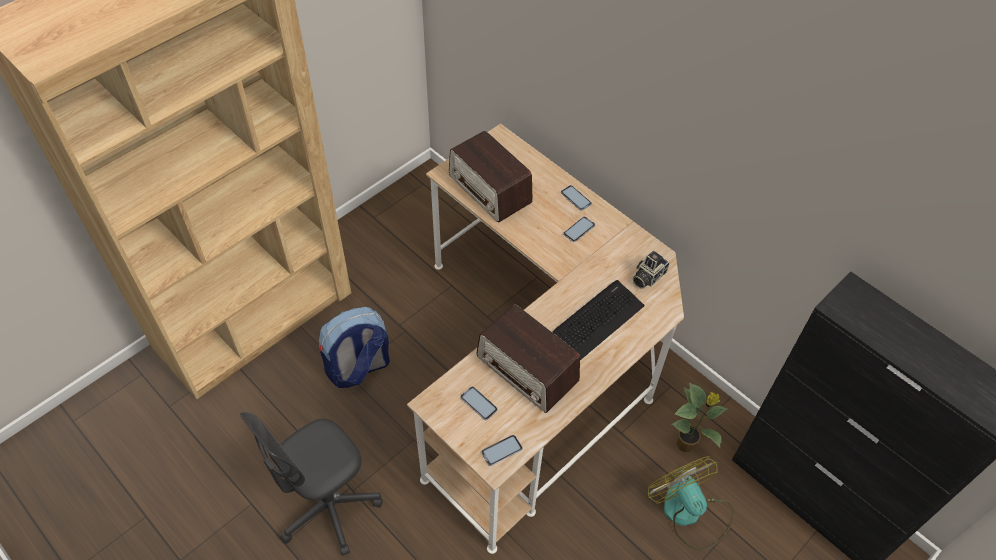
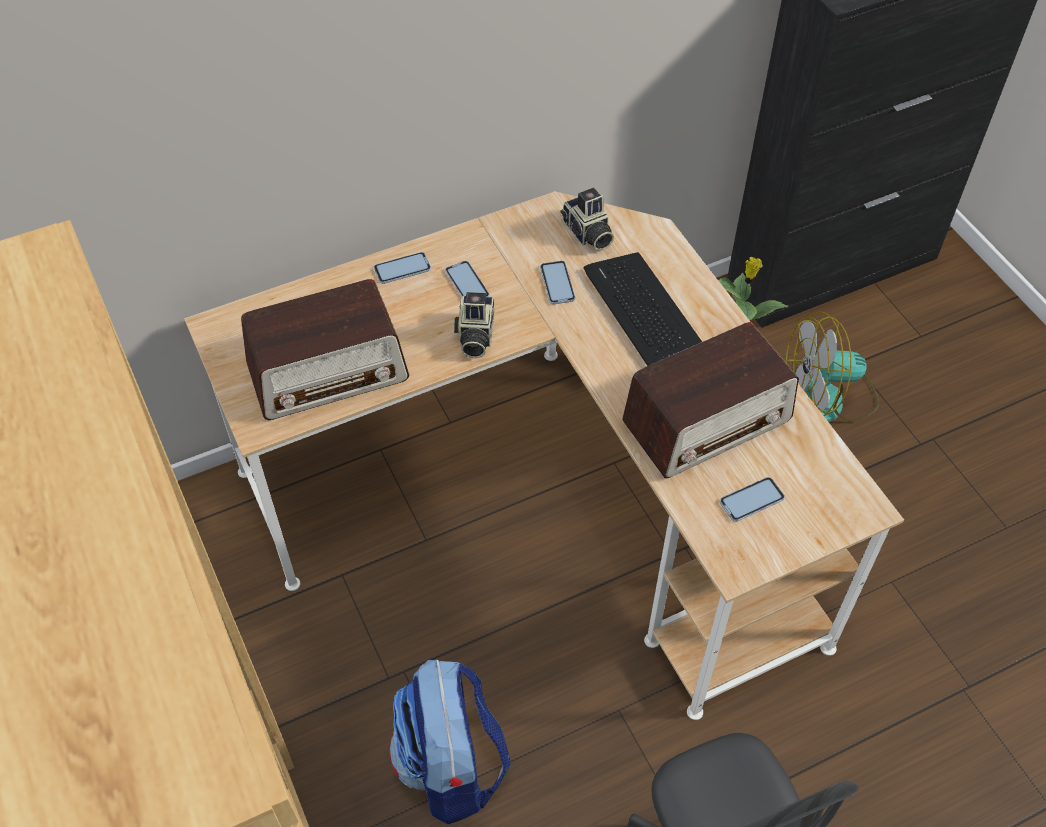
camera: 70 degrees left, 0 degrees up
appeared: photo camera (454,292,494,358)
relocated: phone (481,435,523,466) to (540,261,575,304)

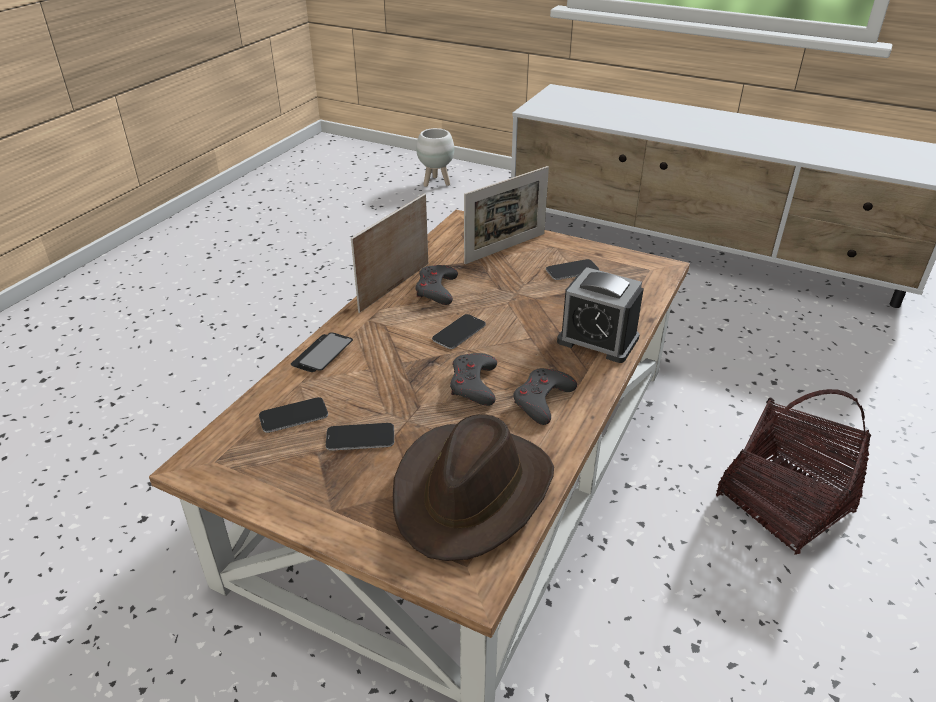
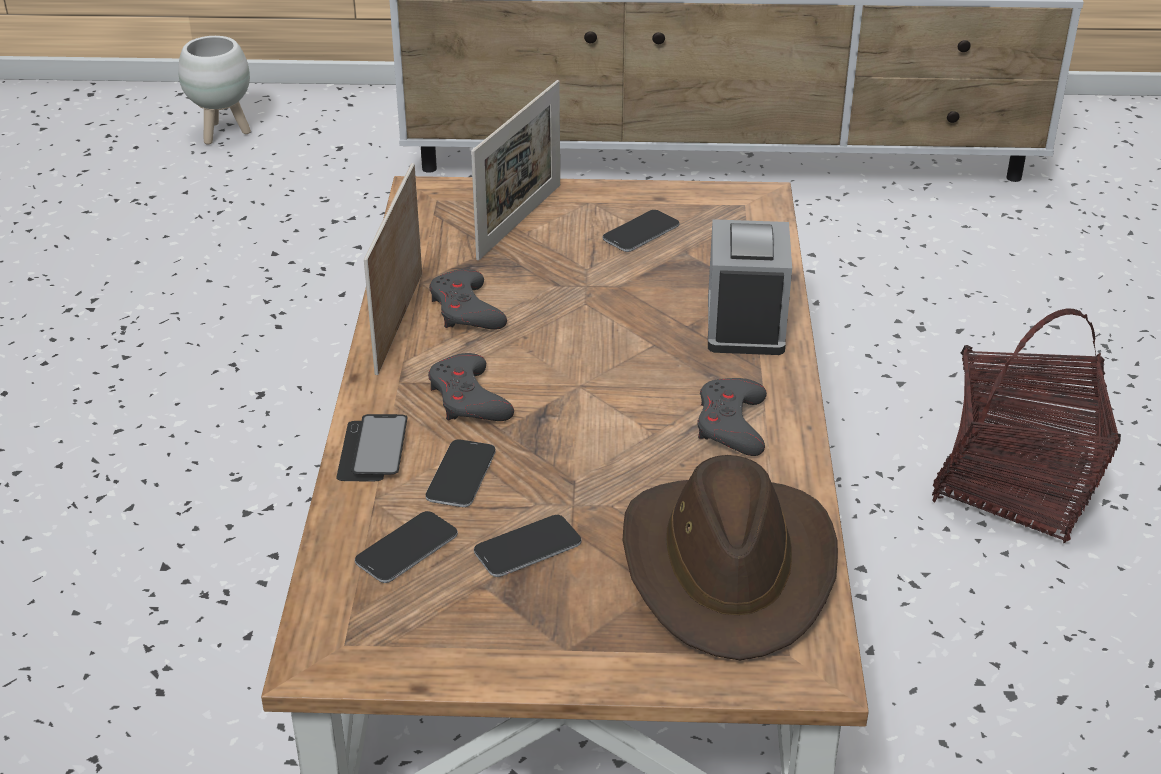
camera: 25 degrees left, 0 degrees up
relocated: phone (432,314,486,349) to (425,440,496,507); grey game controller (450,353,497,406) to (428,353,514,421)
spun: alarm clock (557,267,644,363) = (708,219,792,355) 90 degrees clockwise

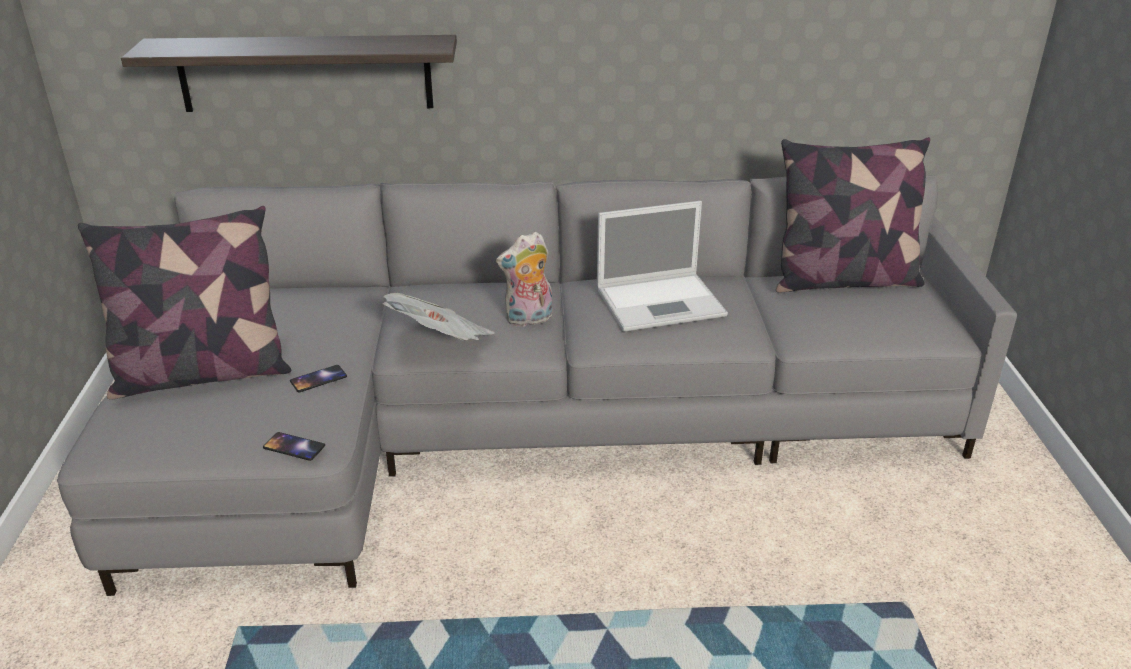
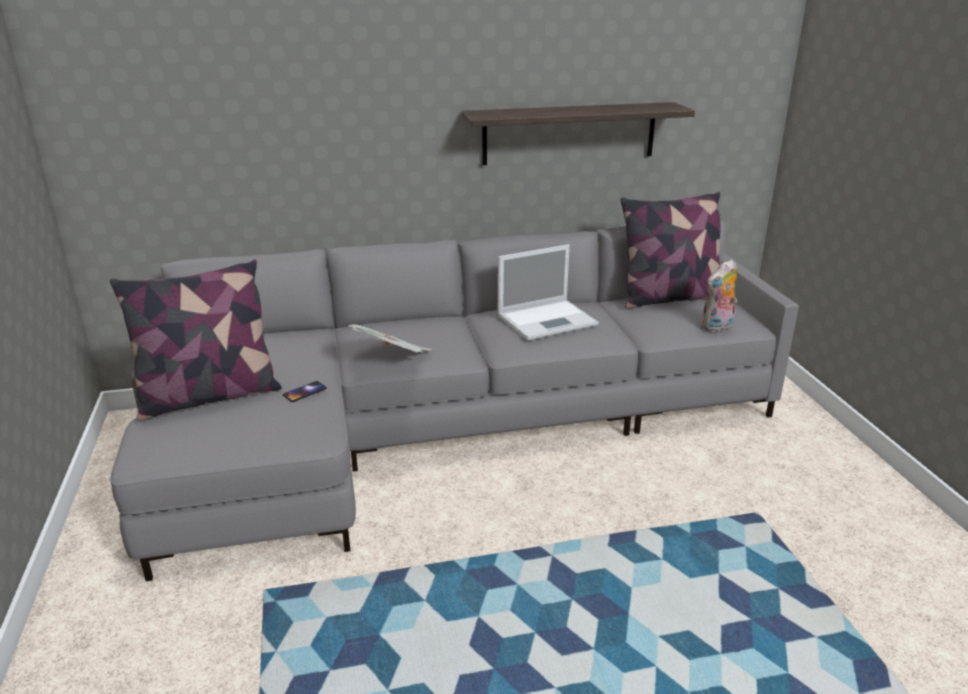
camera: 10 degrees left, 5 degrees down
missing: phone (263,432,325,461)
relocated: shelf (121,35,457,112) to (462,102,695,165); plush toy (496,231,552,327) to (701,259,737,331)

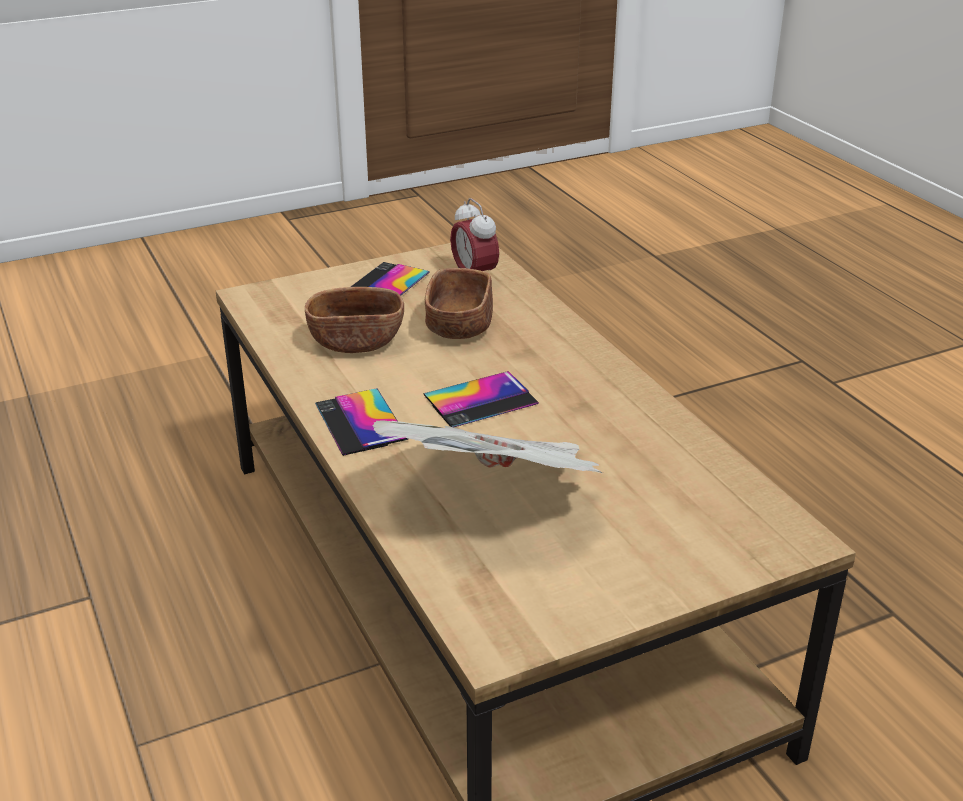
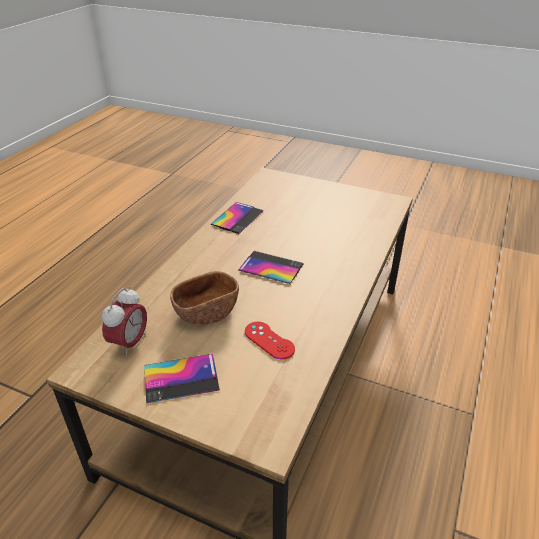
camera: 130 degrees left, 5 degrees up
missing: newspaper (372,421,603,473)
relocated: phone (315,388,408,456) to (211,202,263,234)
exchanged: brown bowl (305,287,404,353) to red game controller (245,322,295,359)

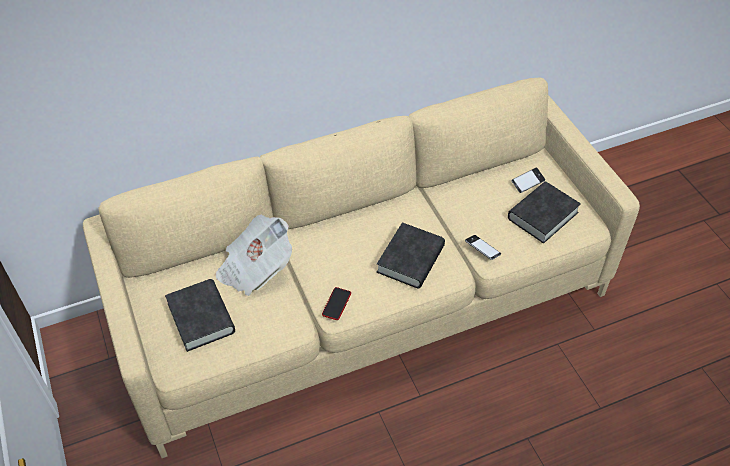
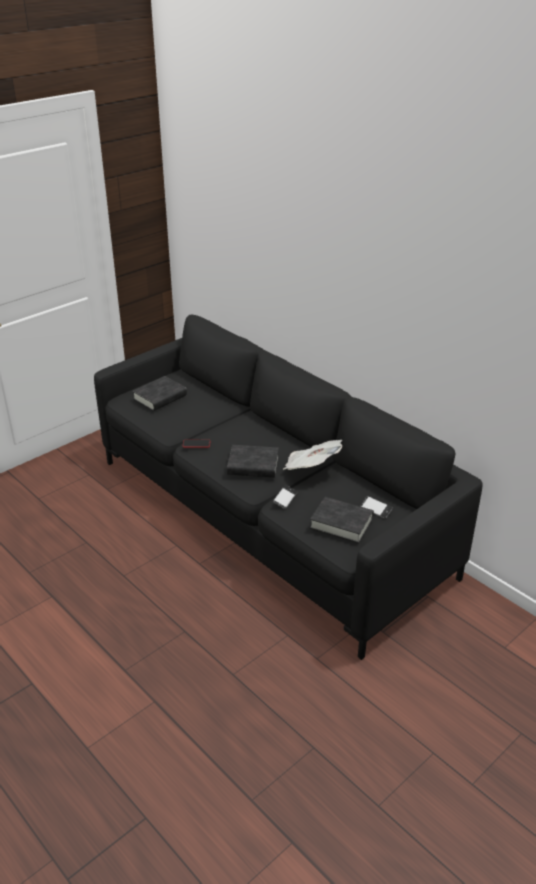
camera: 70 degrees right, 15 degrees down
relocated: newspaper (215,215,292,296) to (283,440,342,470)
colour: beige sofa (83,77,640,458) to black sofa (94,314,483,660)

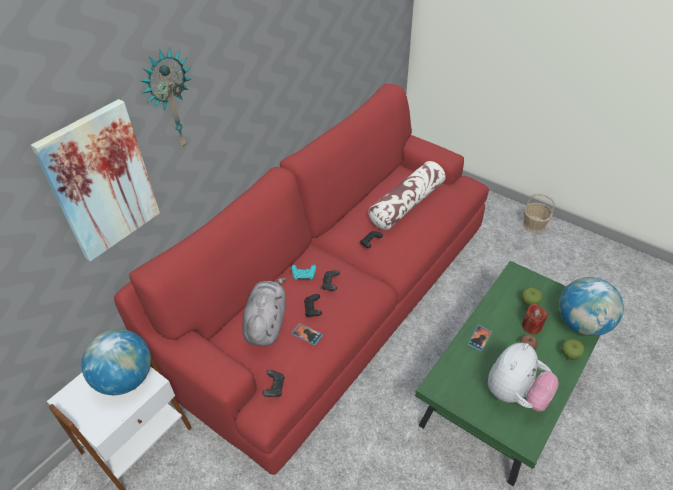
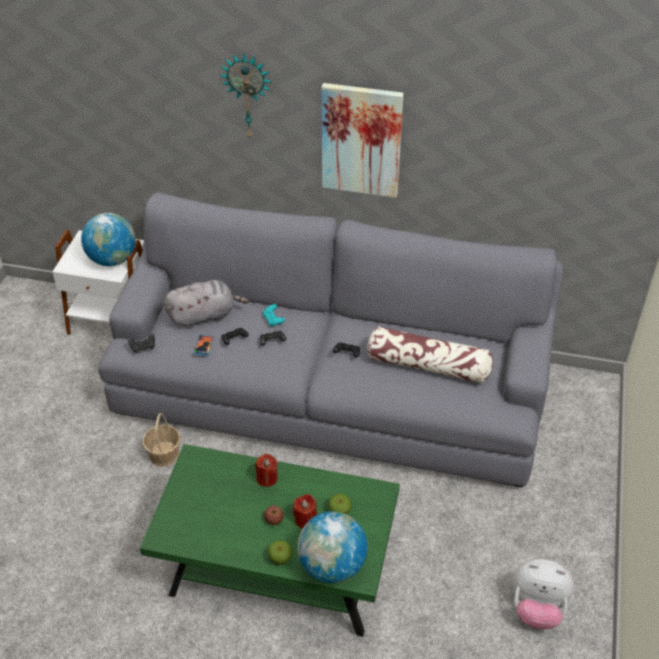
camera: 65 degrees right, 0 degrees up
relocated: basket (523,193,555,233) to (143,413,181,467); picture (31,99,160,261) to (322,83,404,198); plush toy (488,343,559,412) to (512,559,574,629)
exchanged: phone (467,325,492,352) to red candle (255,454,278,487)
colour: red sofa (114,84,489,475) to grey sofa (98,192,563,487)

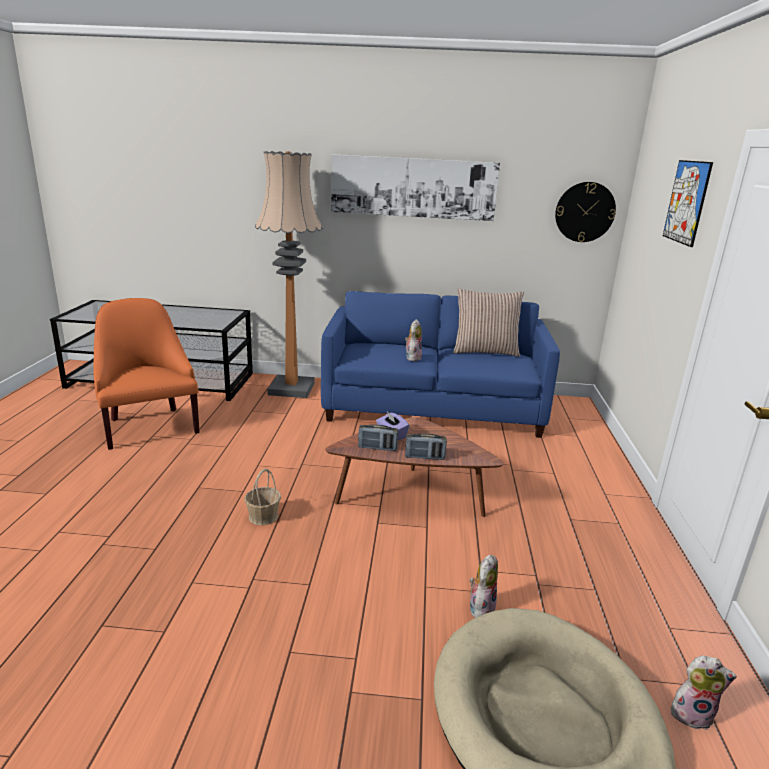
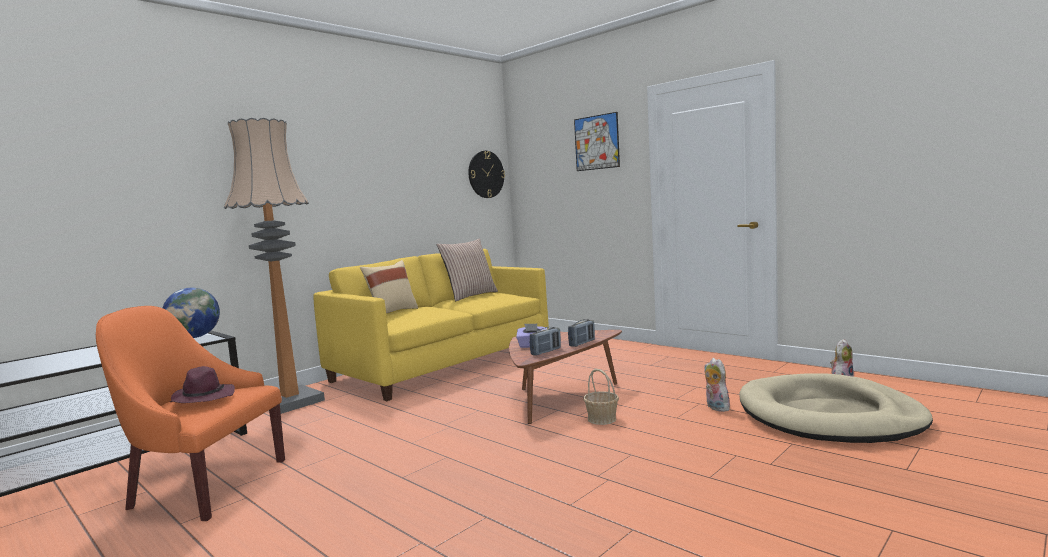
camera: 50 degrees left, 15 degrees down
missing: picture (331,154,500,221); plush toy (405,319,422,361)
appeared: globe (163,288,220,338); purple hat (170,366,235,403); beige pillow (360,260,418,313)
relocated: basket (244,468,281,525) to (583,369,619,425)
colour: blue sofa (321,291,560,438) to yellow sofa (314,249,549,401)

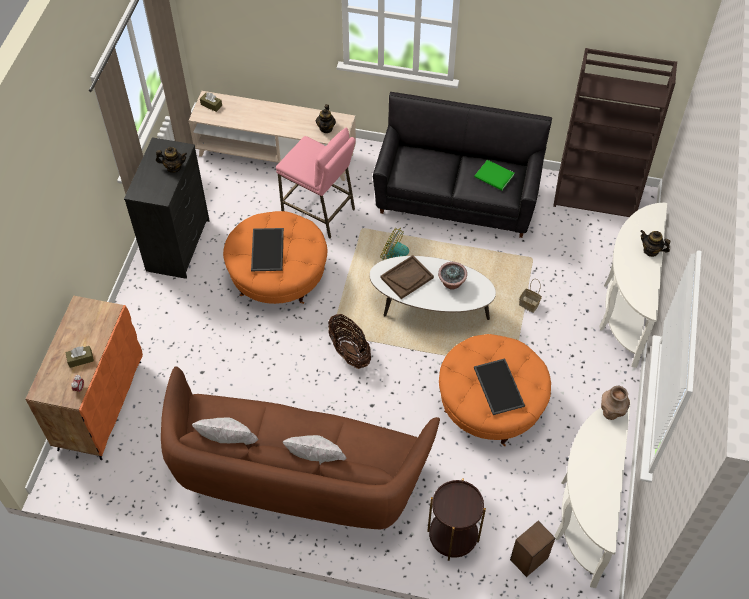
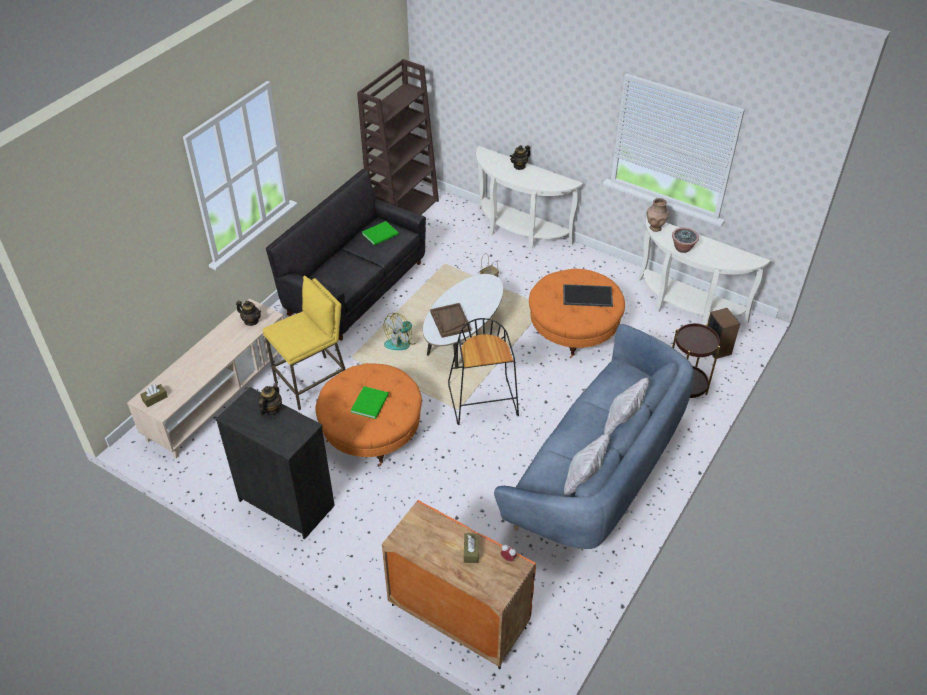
camera: 70 degrees left, 10 degrees down
relocated: potted plant (438,262,467,290) to (672,227,699,253)
exchanged: tray (251,228,284,271) to green book (351,386,389,419); basket (328,314,371,369) to black stool (448,318,519,425)
colour: pink stool (276,128,356,238) to yellow stool (263,276,346,410); brown sofa (161,366,440,529) to blue sofa (494,324,694,549)

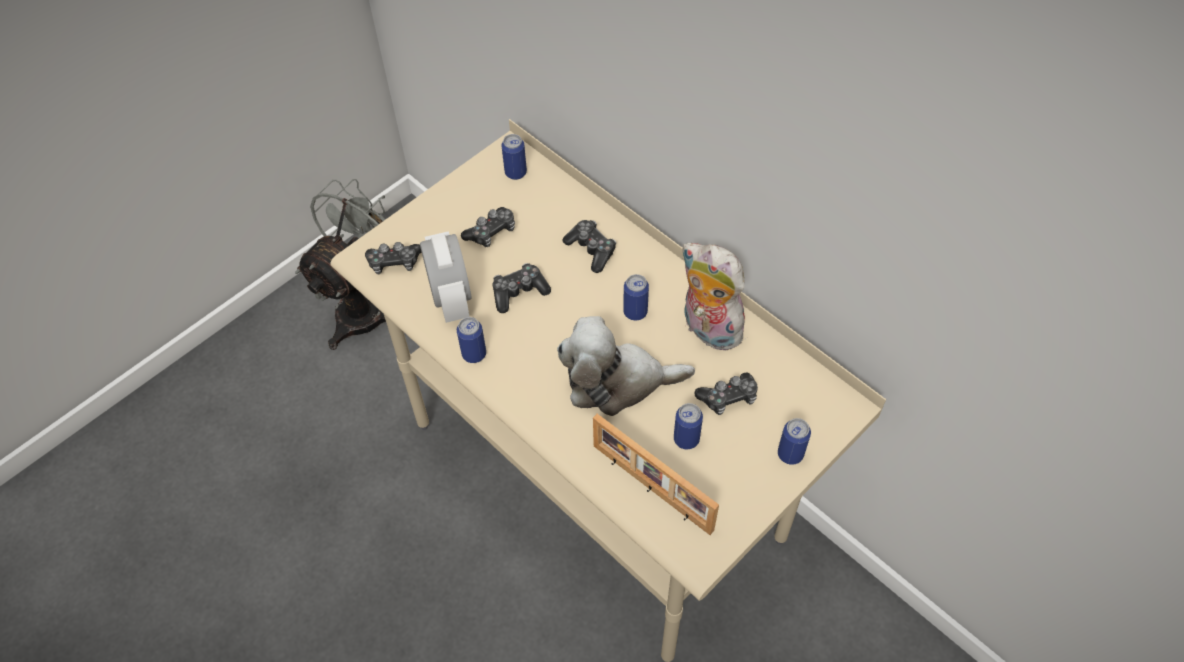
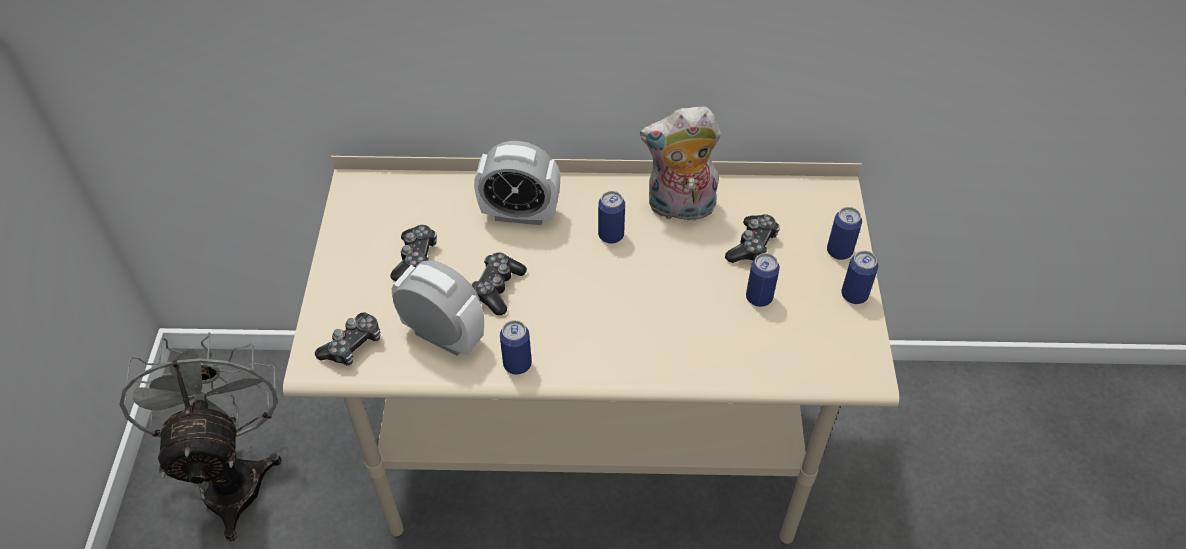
camera: 45 degrees left, 5 degrees down
missing: plush toy (557,316,695,416); picture frame (593,414,719,535)
relocated: can (501,134,527,180) to (841,251,879,304)
exchanged: game controller (563,220,616,273) to alarm clock (474,141,560,225)

